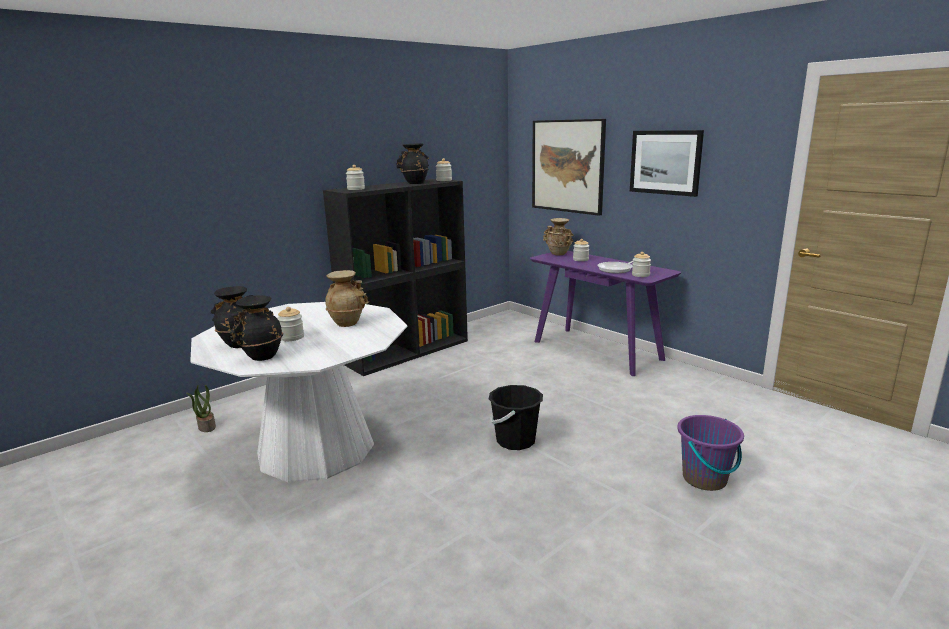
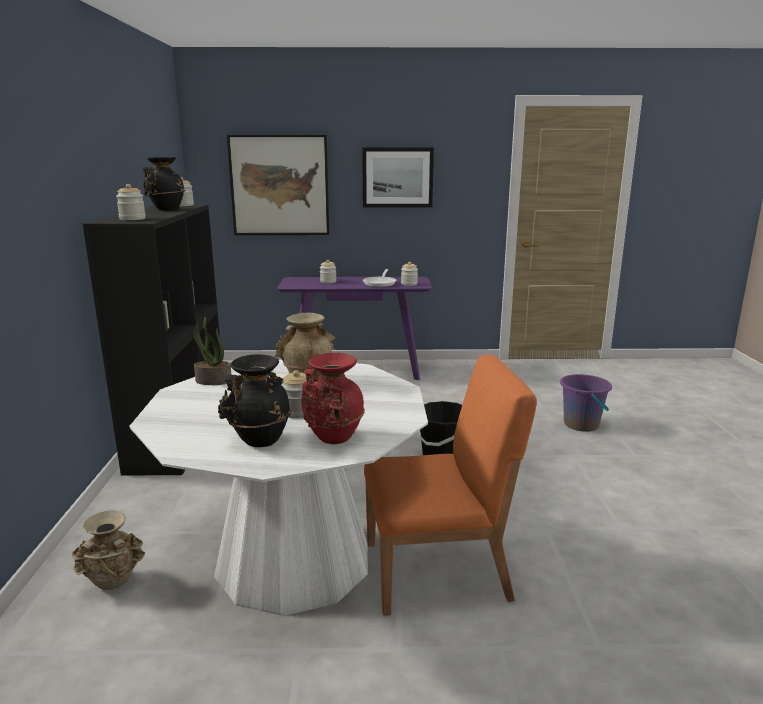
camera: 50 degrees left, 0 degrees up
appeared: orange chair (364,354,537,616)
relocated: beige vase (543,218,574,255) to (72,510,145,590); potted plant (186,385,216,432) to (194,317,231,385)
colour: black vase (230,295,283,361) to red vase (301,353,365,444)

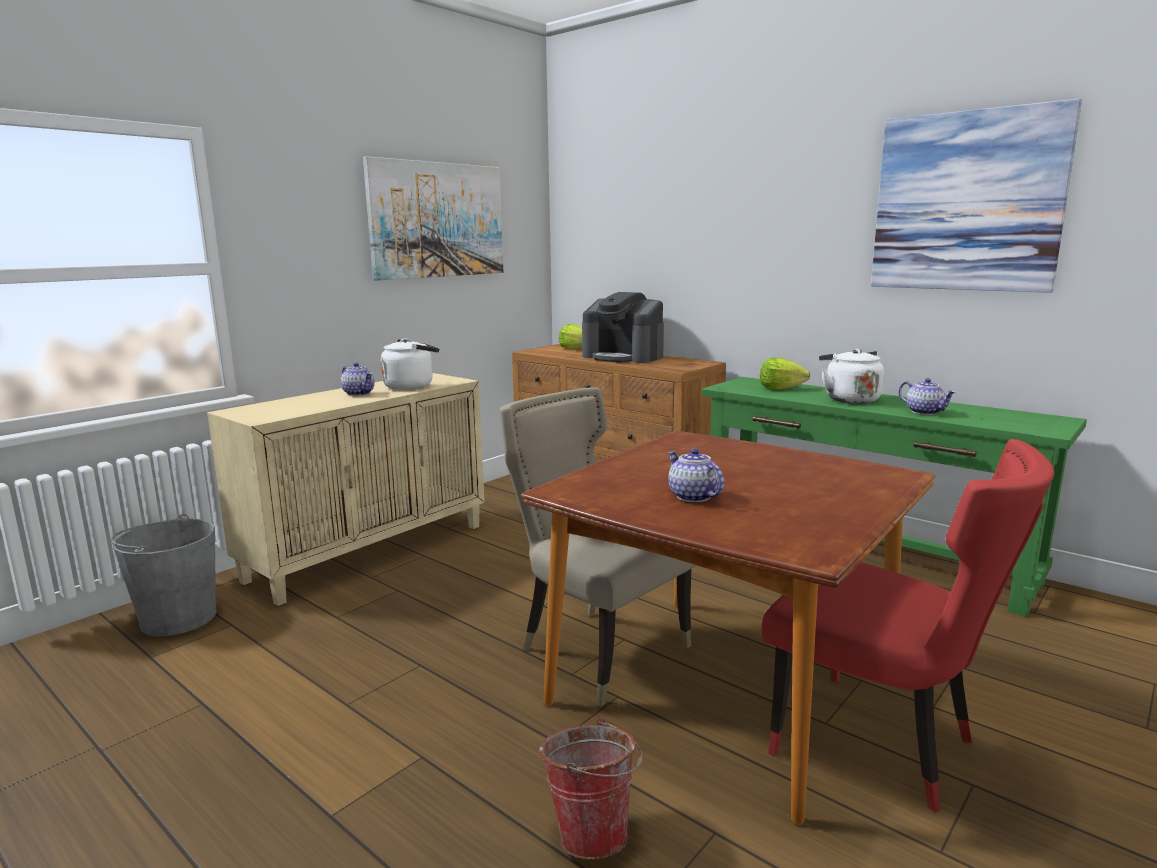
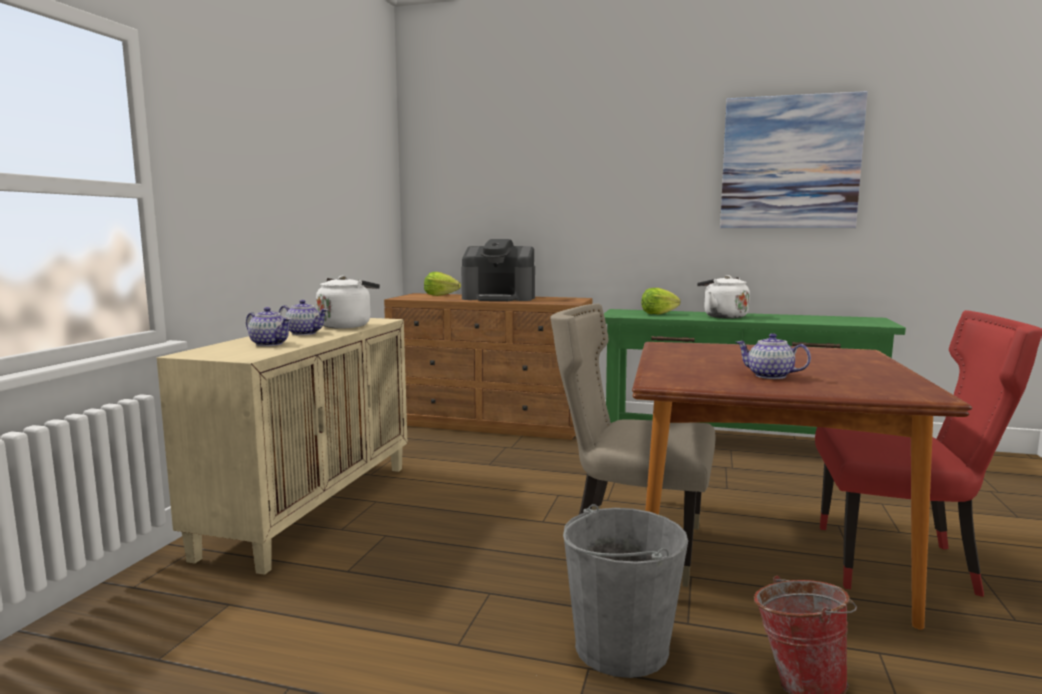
camera: 25 degrees left, 5 degrees down
missing: picture (363,156,503,280)
relocated: teapot (899,378,956,415) to (246,307,291,346); grey bucket (111,514,216,637) to (563,504,688,678)

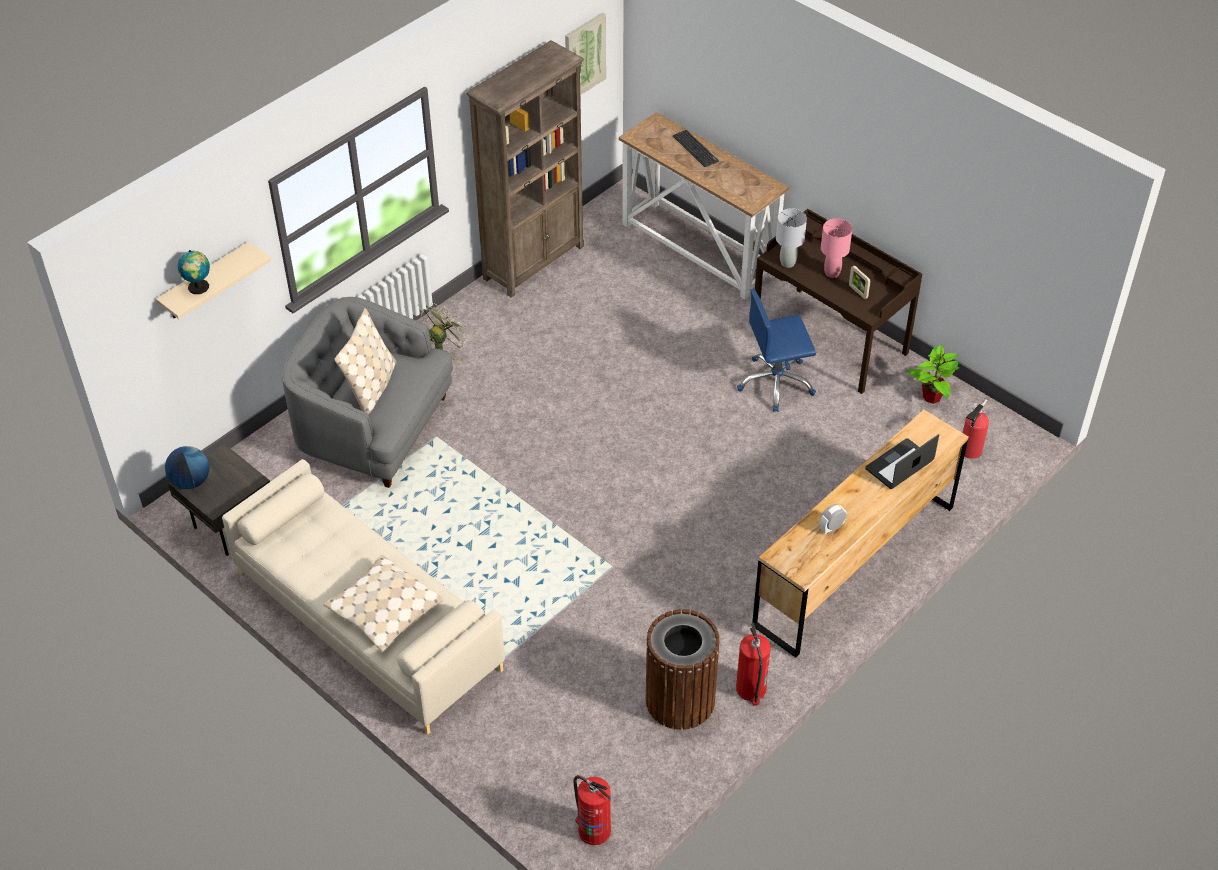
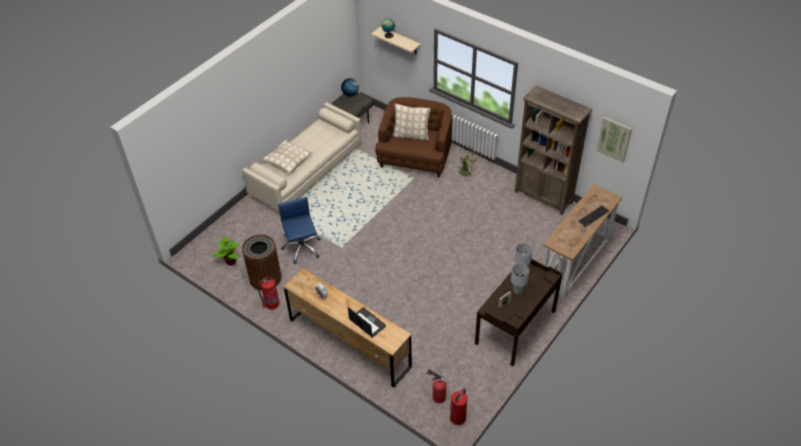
camera: 85 degrees right, 0 degrees up
relocated: potted plant (907,344,960,404) to (213,236,240,265); blue office chair (737,289,816,412) to (278,197,320,264); fire extinguisher (574,775,611,845) to (450,388,467,425)
colour: grey armchair (282,297,453,488) to brown armchair (375,97,452,178); pink table lamp (821,218,852,278) to grey table lamp (511,263,529,295)

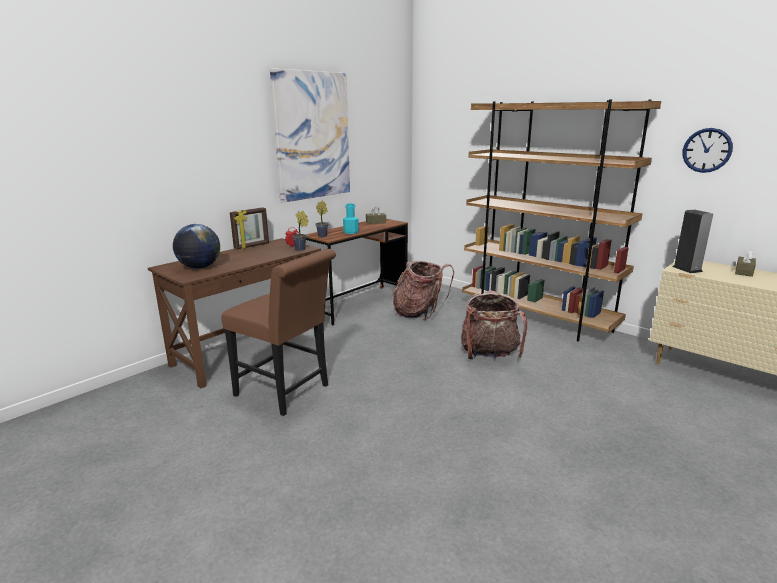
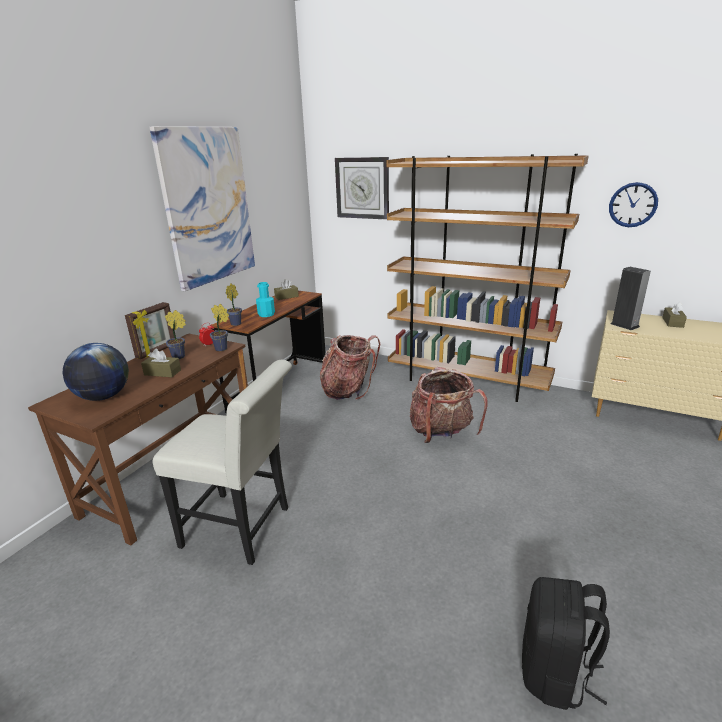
camera: 15 degrees left, 5 degrees up
appeared: brown tissue box (141,348,181,377); potted plant (165,310,186,359); wall clock (335,157,389,220); black backpack (522,577,610,710)
colour: brown chair (221,249,336,416) to white chair (153,360,292,565)

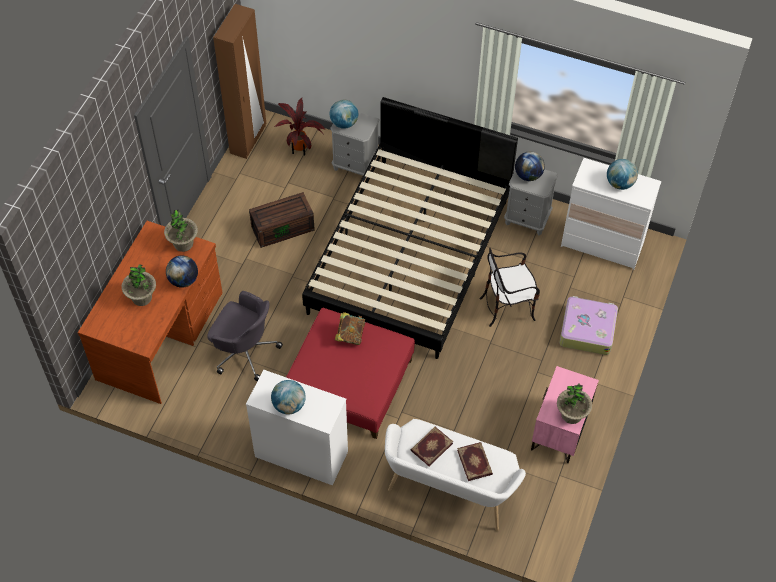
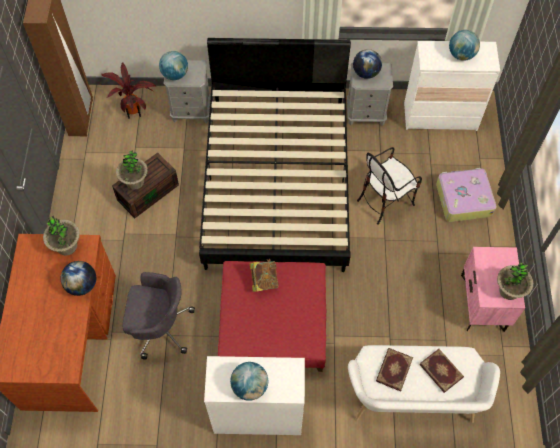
camera: 20 degrees left, 5 degrees up
relocated: potted plant (121,264,156,306) to (116,151,148,190)

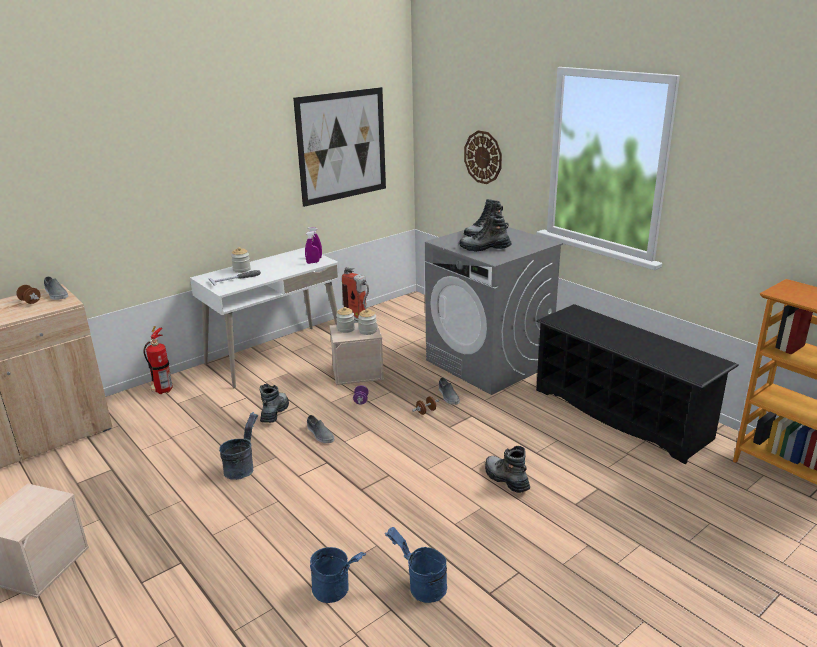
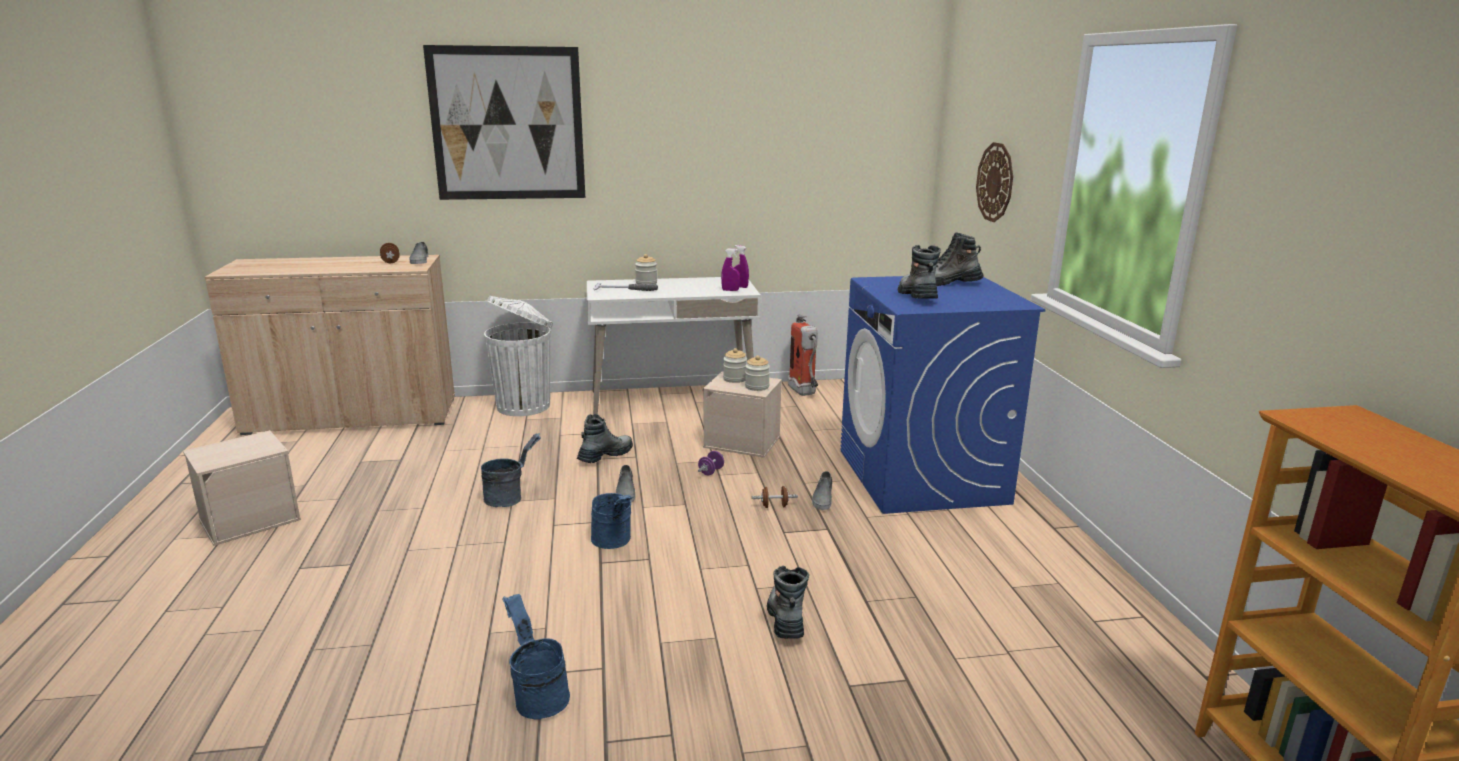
camera: 30 degrees right, 5 degrees down
missing: black shoe rack (536,304,739,464)
relocated: picture (293,87,386,207) to (423,45,585,200); blue bucket (310,547,366,603) to (591,493,632,549)
exchanged: fire extinguisher (143,326,173,394) to white trash can (484,296,553,416)
colour: grey washing machine (425,227,563,395) to blue washing machine (840,276,1046,514)
spun: boot (459,213,512,252) = (898,245,941,299) 45 degrees clockwise

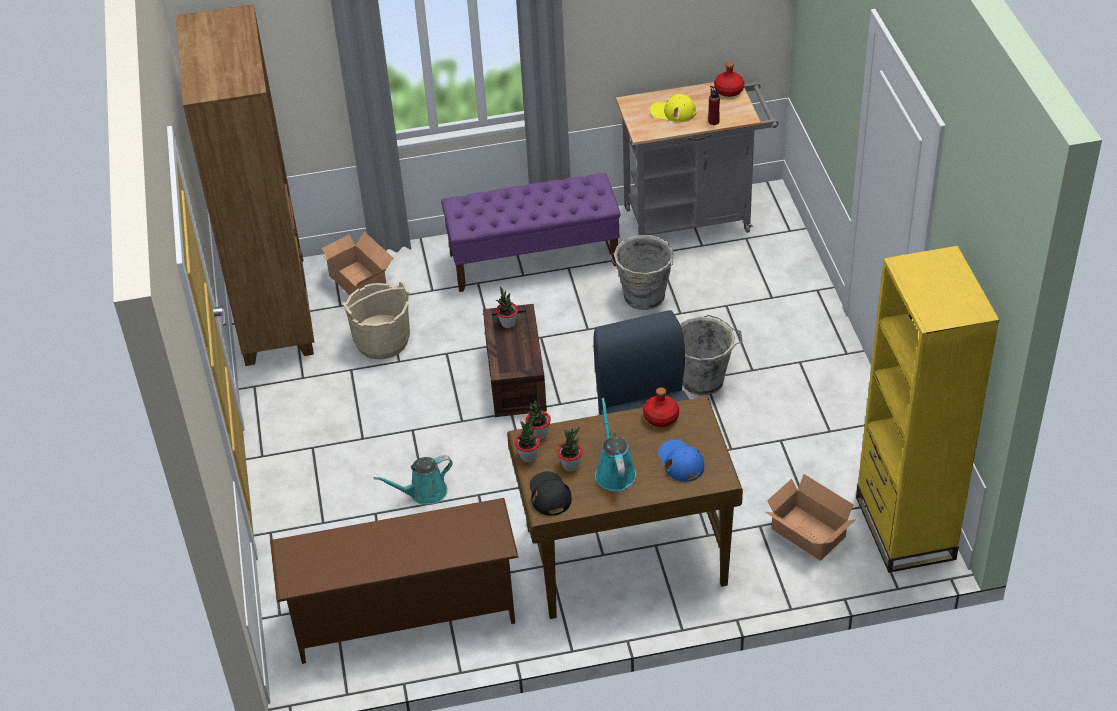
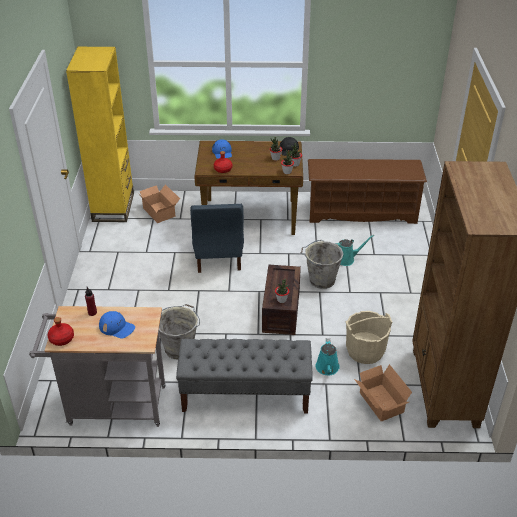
camera: 170 degrees left, 5 degrees down
relocated: grey bucket (680,315,743,396) to (301,240,343,289); turquoise watering can (595,398,636,491) to (316,338,340,375)
colour: yellow cap (651,94,697,122) to blue cap (99,311,135,339); purple bench (441,173,621,292) to grey bench (176,339,313,414)

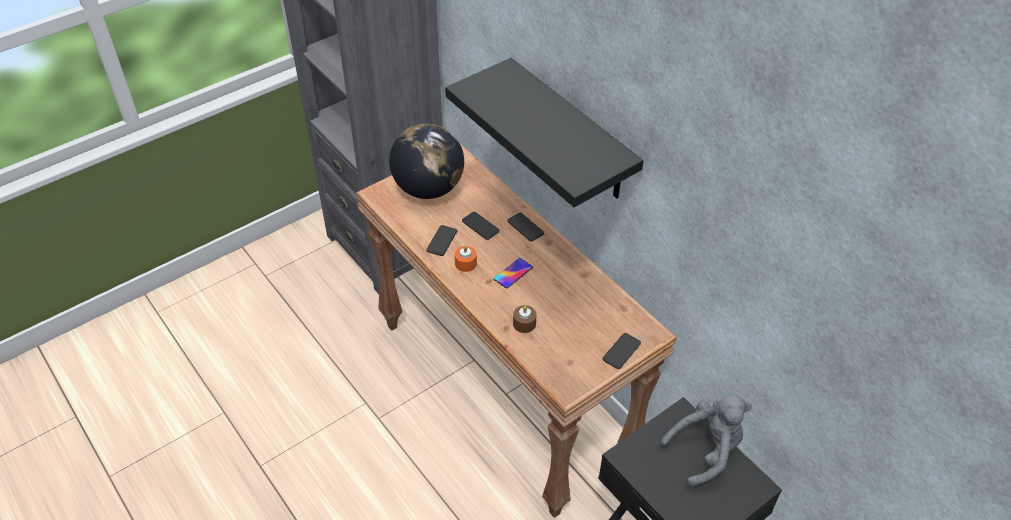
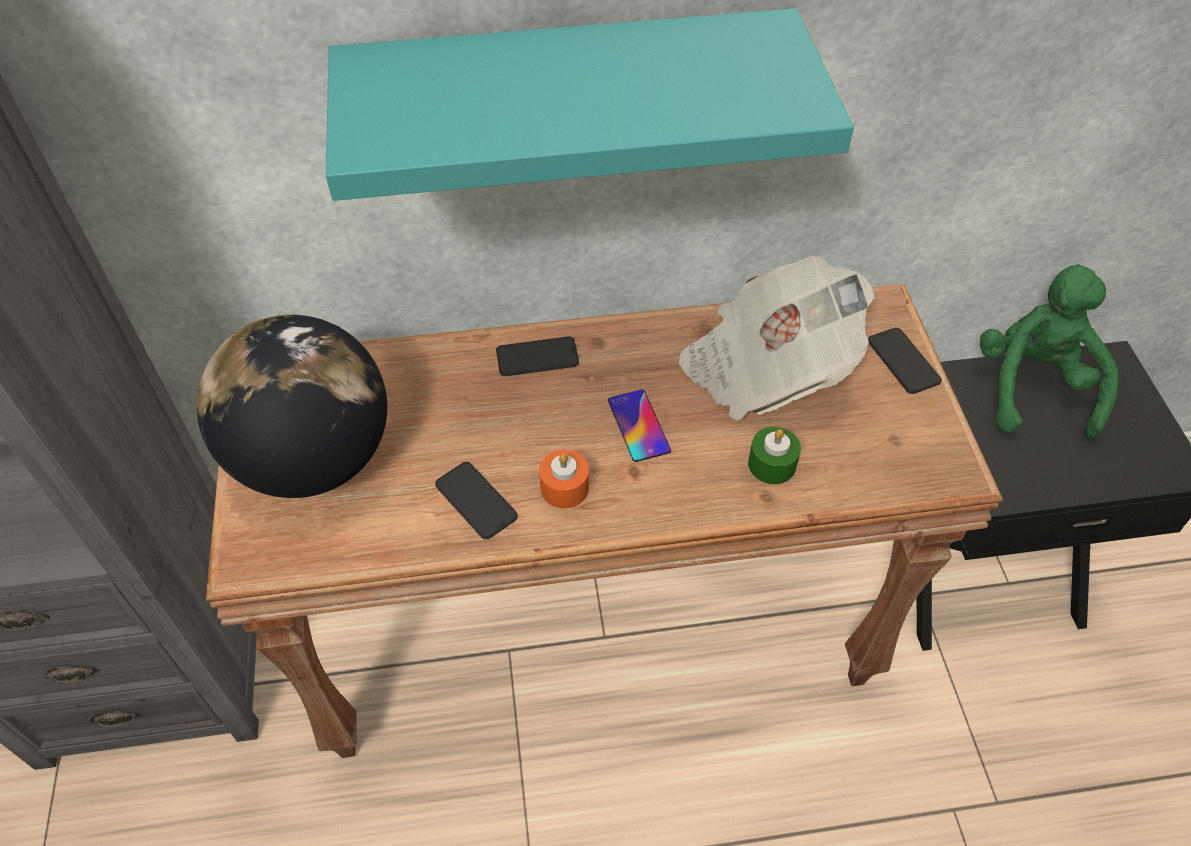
camera: 60 degrees left, 5 degrees up
missing: phone (462,212,499,240)
appeared: newspaper (679,256,875,421)
colour: black shelf (445,58,644,207) to turquoise shelf (326,8,854,201); brown candle (513,305,537,333) to green candle (748,427,801,484); grey plush toy (660,395,752,488) to green plush toy (980,264,1119,440)

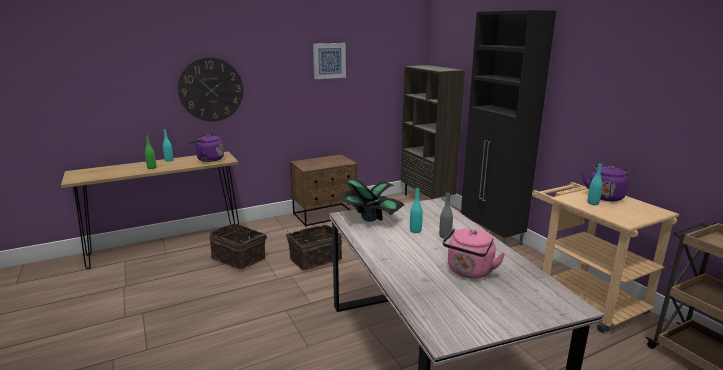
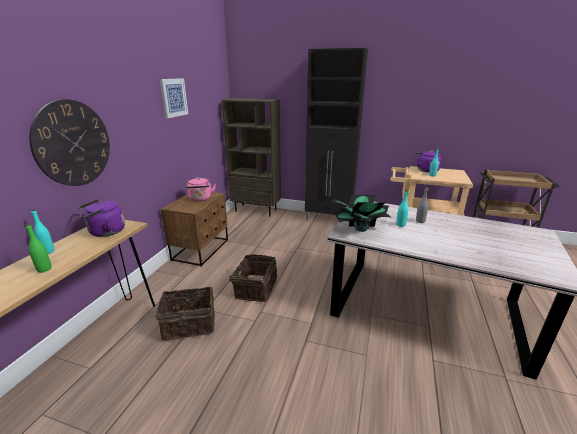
camera: 45 degrees left, 5 degrees up
relocated: pink kettle (443,228,505,279) to (186,177,216,202)

